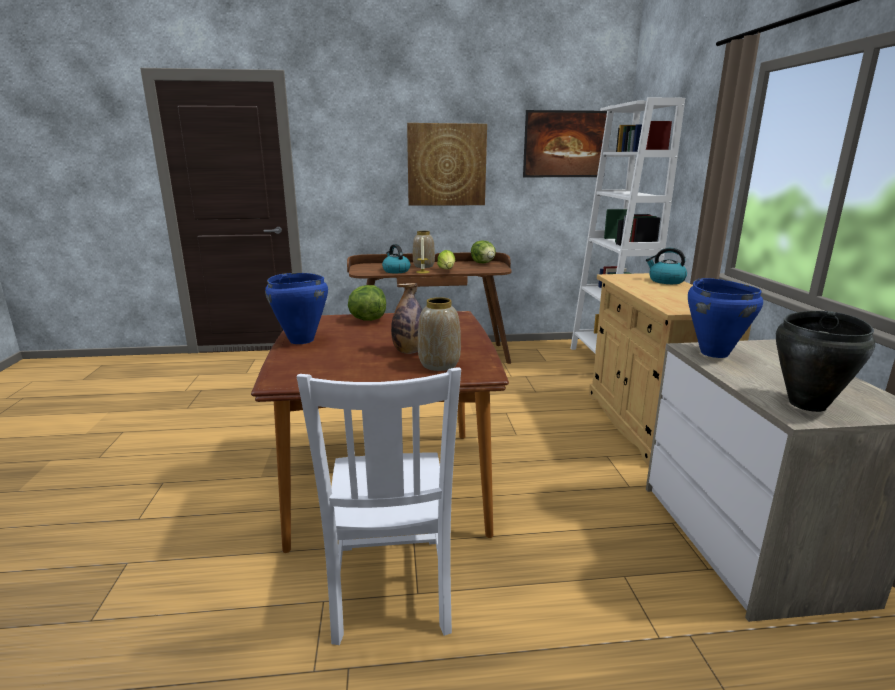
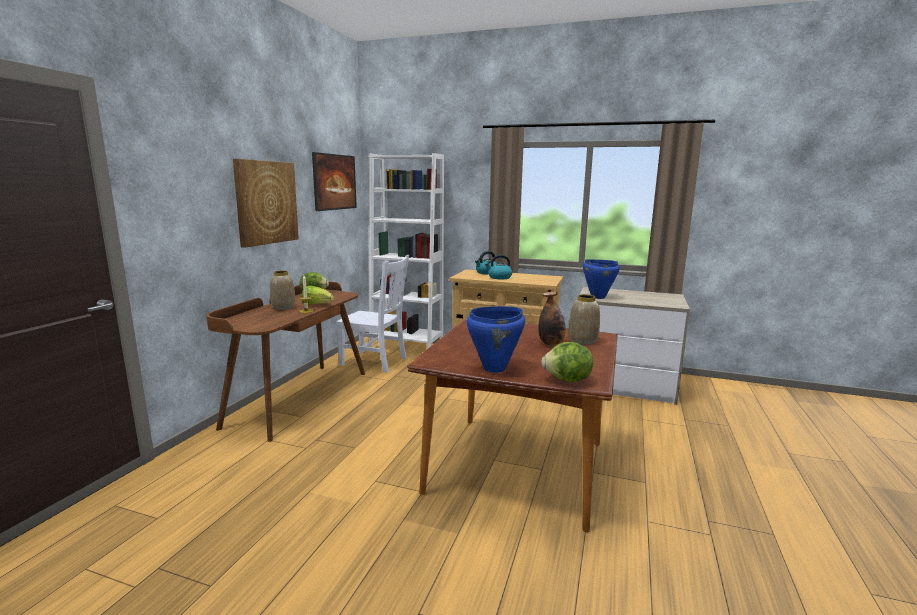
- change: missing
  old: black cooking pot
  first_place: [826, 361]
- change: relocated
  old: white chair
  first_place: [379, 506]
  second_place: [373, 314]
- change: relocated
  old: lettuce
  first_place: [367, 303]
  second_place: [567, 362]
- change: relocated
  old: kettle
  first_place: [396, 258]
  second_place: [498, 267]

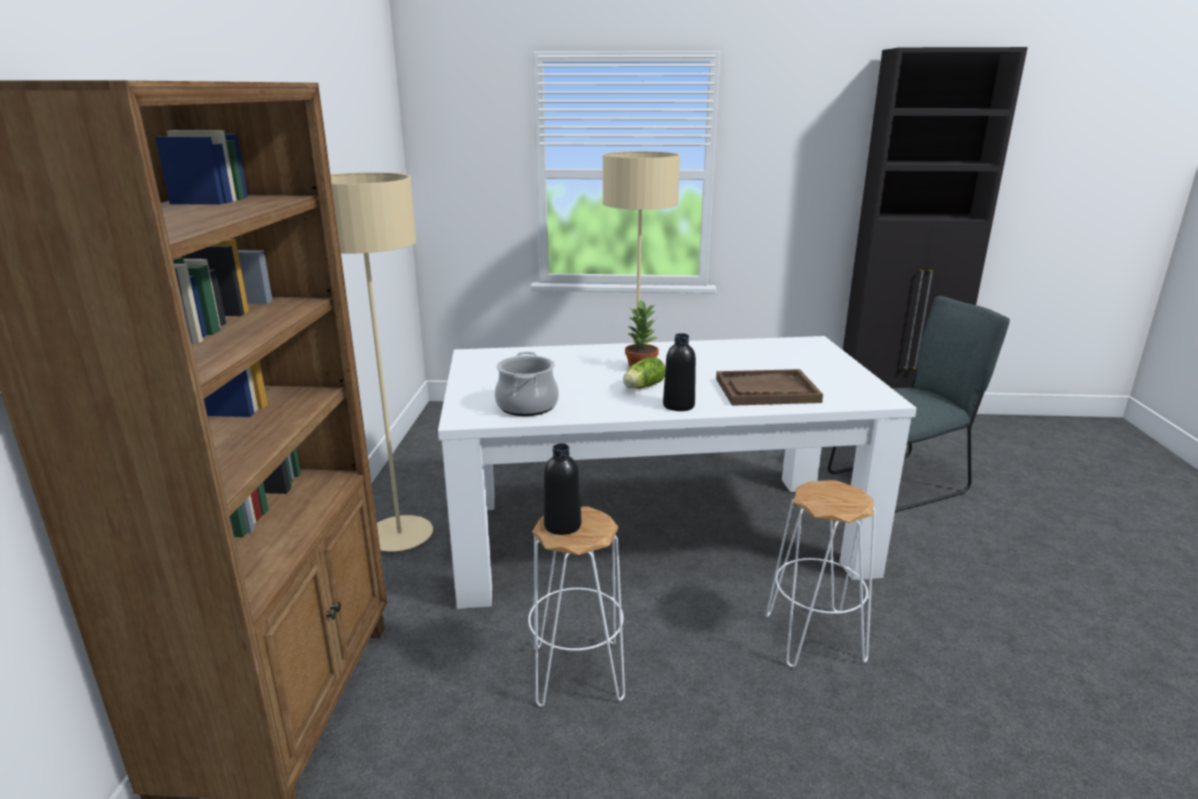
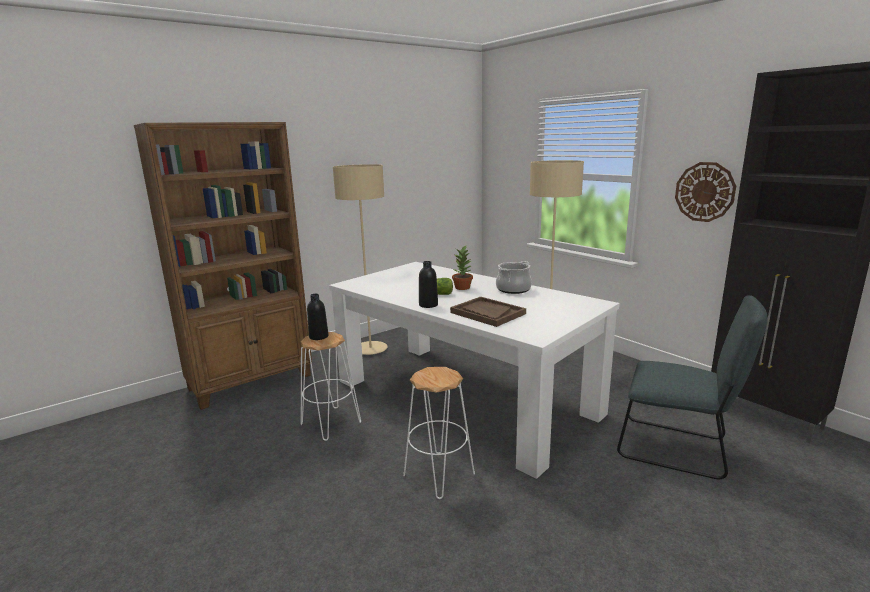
- change: appeared
  new: wall clock
  second_place: [705, 192]
- change: relocated
  old: cooking pot
  first_place: [526, 384]
  second_place: [514, 277]

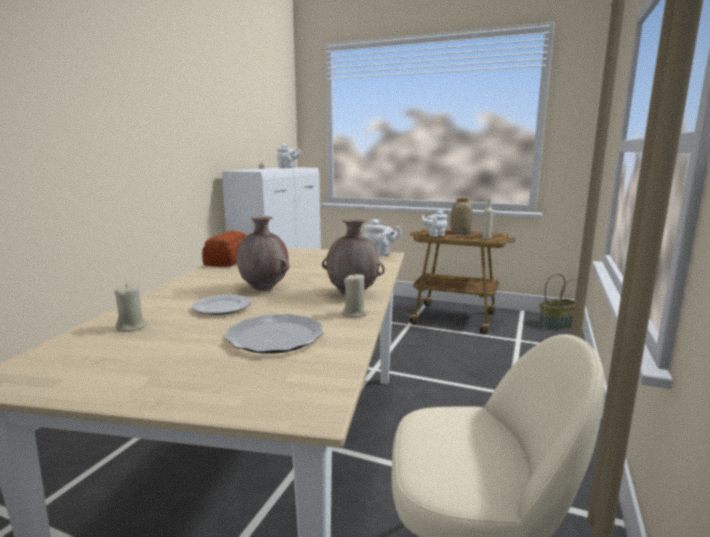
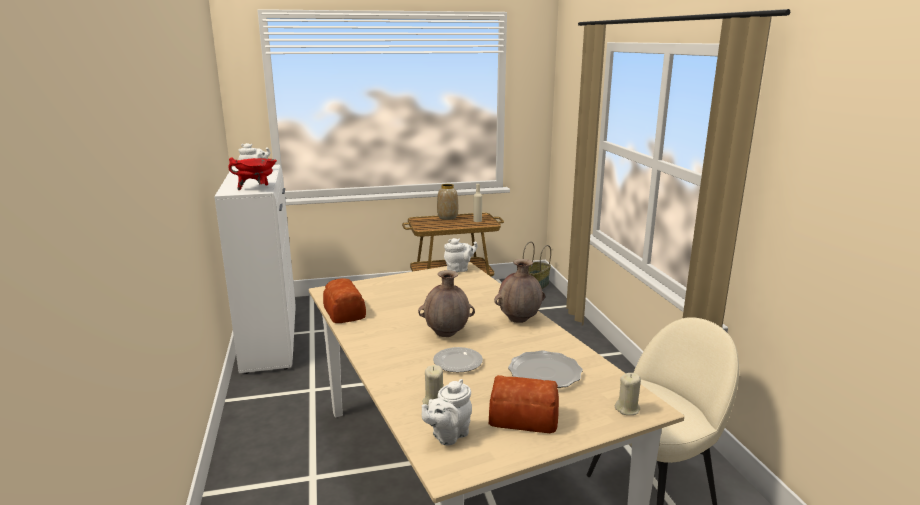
- change: appeared
  new: red cooking pot
  second_place: [252, 174]
- change: appeared
  new: bread
  second_place: [524, 404]
- change: relocated
  old: beige candle
  first_place: [355, 295]
  second_place: [628, 394]
- change: relocated
  old: white teapot
  first_place: [434, 223]
  second_place: [447, 412]

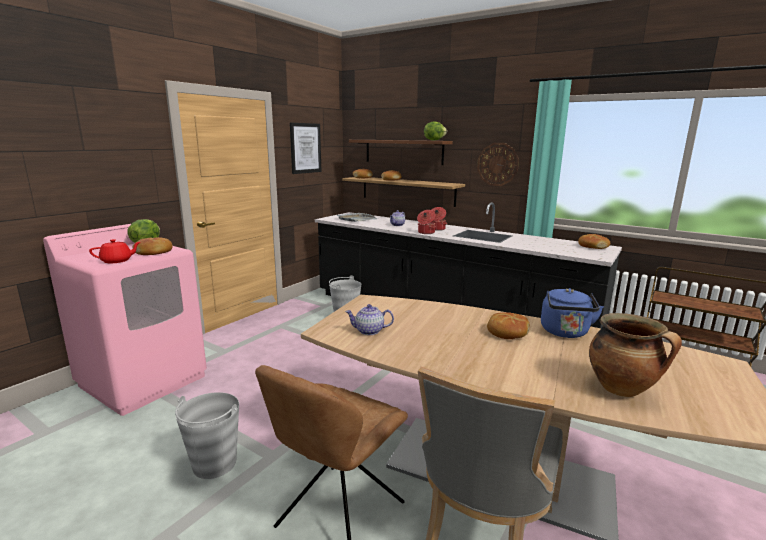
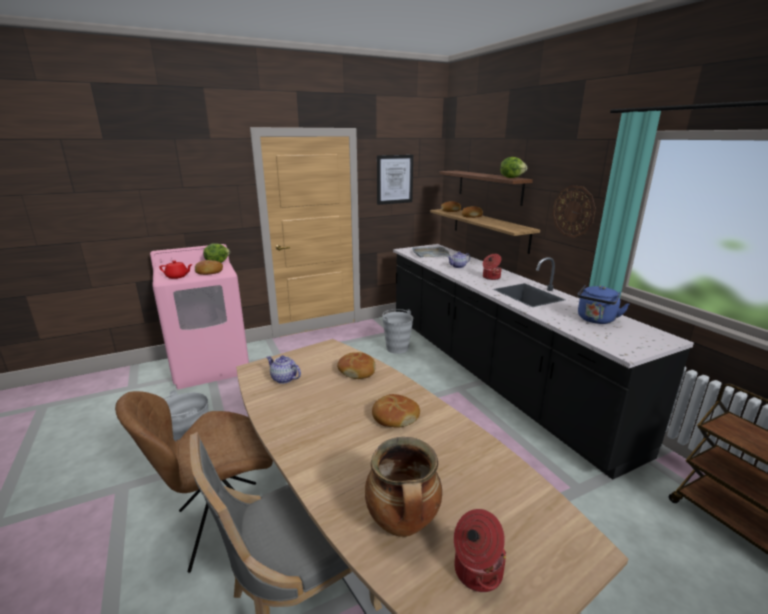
- change: relocated
  old: cooking pot
  first_place: [426, 222]
  second_place: [480, 550]
- change: relocated
  old: blue kettle
  first_place: [572, 313]
  second_place: [603, 304]
- change: relocated
  old: bread
  first_place: [594, 241]
  second_place: [356, 365]

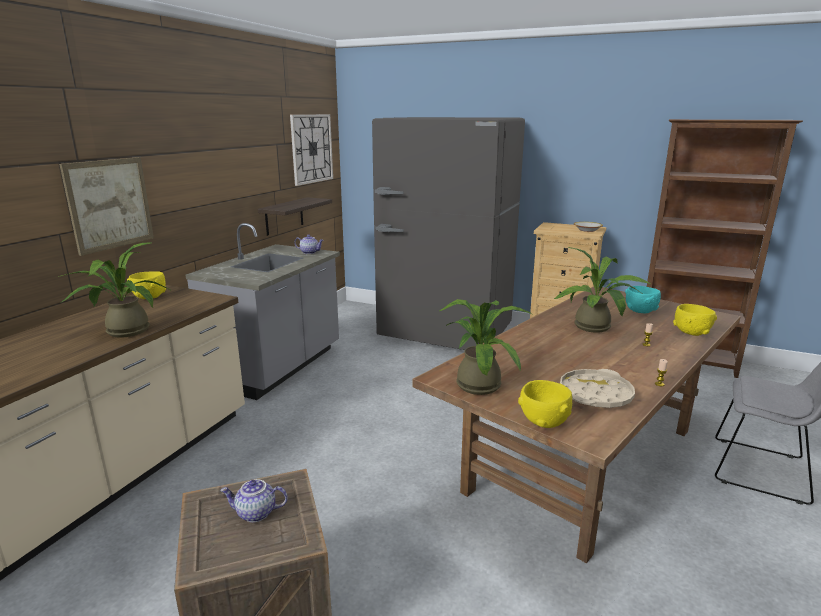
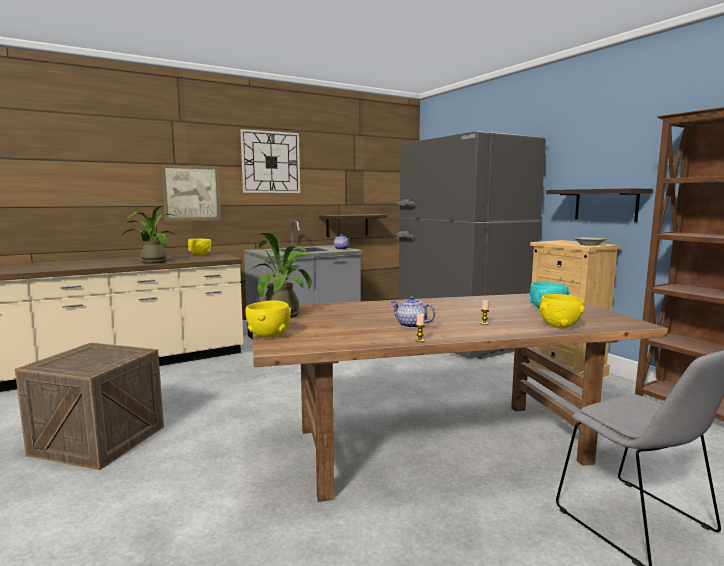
- change: missing
  old: potted plant
  first_place: [602, 290]
- change: missing
  old: beige tray
  first_place: [597, 388]
- change: appeared
  new: shelf
  second_place: [599, 205]
- change: relocated
  old: teapot
  first_place: [254, 500]
  second_place: [412, 312]
- change: relocated
  old: wall clock
  first_place: [311, 150]
  second_place: [270, 161]

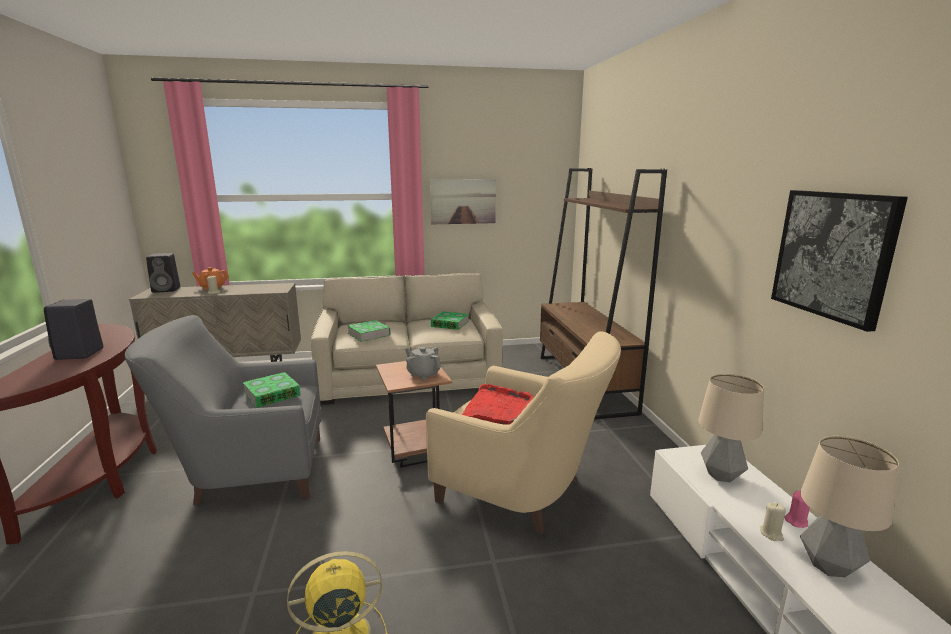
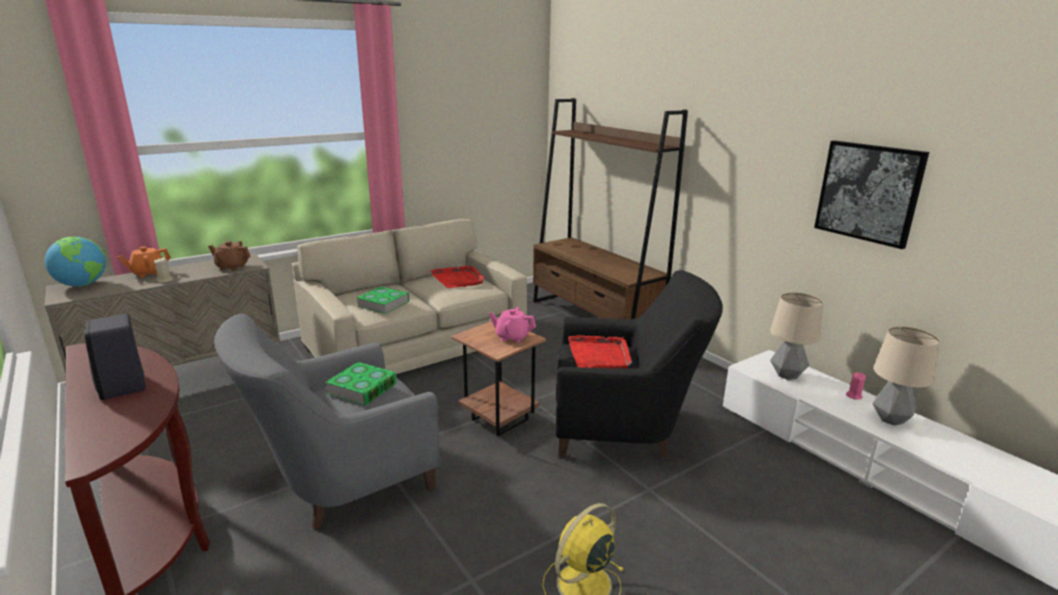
- change: missing
  old: picture
  first_place: [463, 201]
- change: missing
  old: beige candle
  first_place: [773, 521]
- change: appeared
  new: brown teapot
  second_place: [229, 256]
- change: exchanged
  old: black speaker
  new: globe
  first_place: [163, 273]
  second_place: [75, 262]
- change: exchanged
  old: book
  new: red tray
  first_place: [450, 320]
  second_place: [458, 276]
- change: colour
  old: grey teapot
  new: pink teapot
  first_place: [423, 363]
  second_place: [512, 325]
- change: colour
  old: beige armchair
  new: black armchair
  first_place: [523, 433]
  second_place: [639, 364]

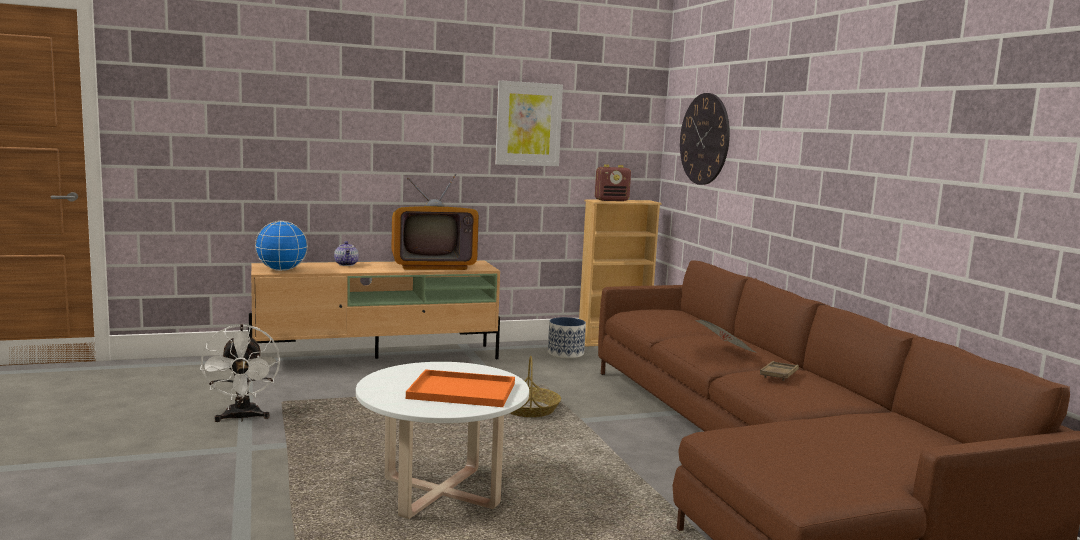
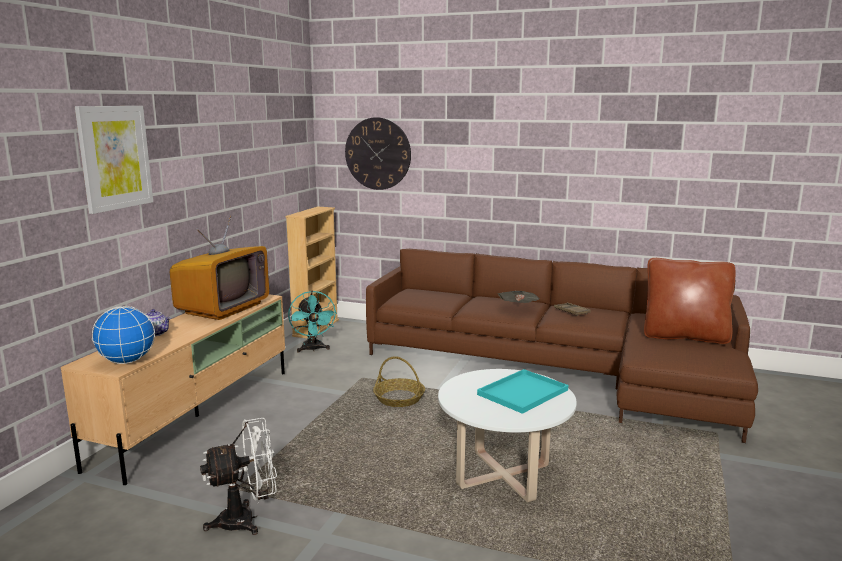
- change: missing
  old: radio
  first_place: [613, 182]
- change: appeared
  new: brown pillow
  second_place: [689, 301]
- change: relocated
  old: picture
  first_place: [529, 123]
  second_place: [114, 160]
- change: exchanged
  old: planter
  new: turquoise fan
  first_place: [567, 337]
  second_place: [312, 322]
- change: colour
  old: orange tray
  new: turquoise tray
  first_place: [460, 388]
  second_place: [522, 391]
- change: spun
  old: white fan
  first_place: [240, 373]
  second_place: [238, 476]
  degrees: -45

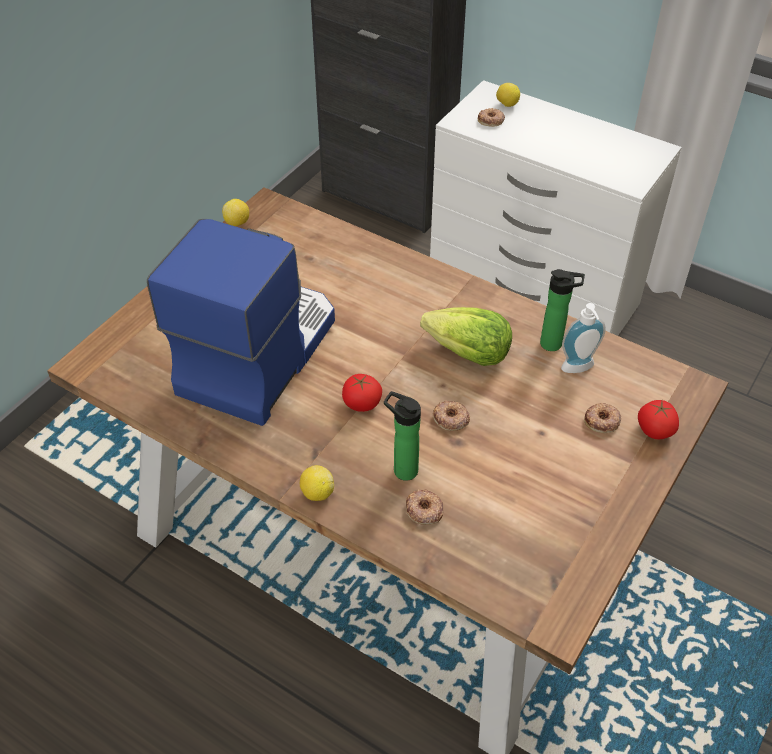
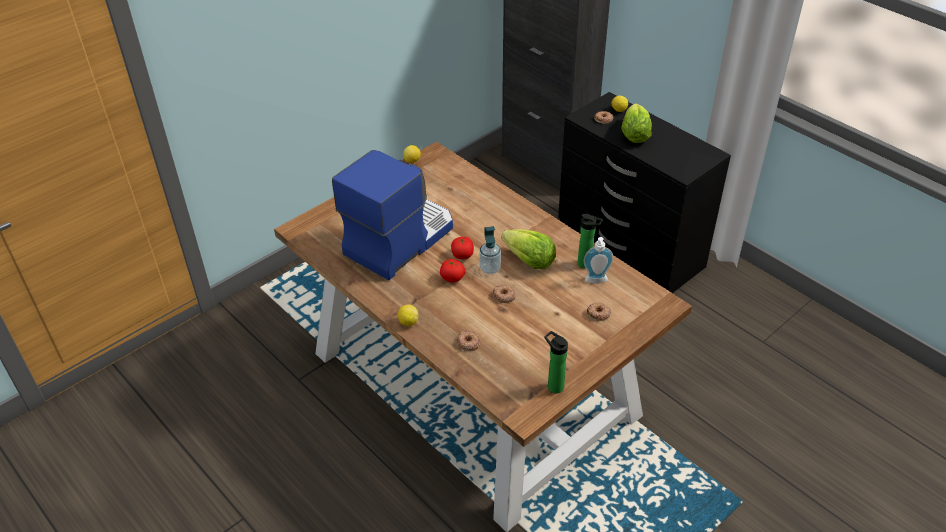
- change: appeared
  new: soap dispenser
  second_place: [490, 250]
- change: appeared
  new: lettuce
  second_place: [637, 123]
- change: relocated
  old: bottle
  first_place: [402, 436]
  second_place: [556, 362]
- change: relocated
  old: tomato
  first_place: [658, 419]
  second_place: [462, 248]
- change: colour
  old: white dresser
  new: black dresser
  first_place: [556, 208]
  second_place: [644, 192]

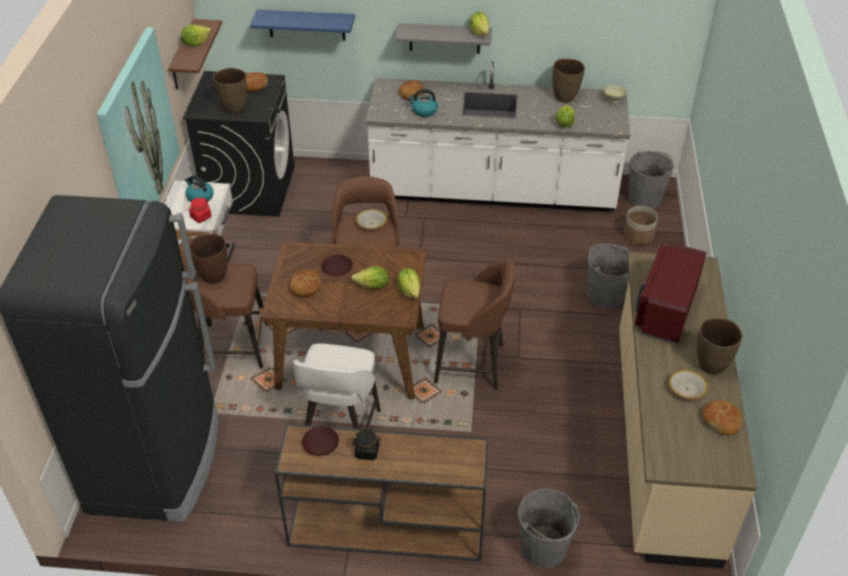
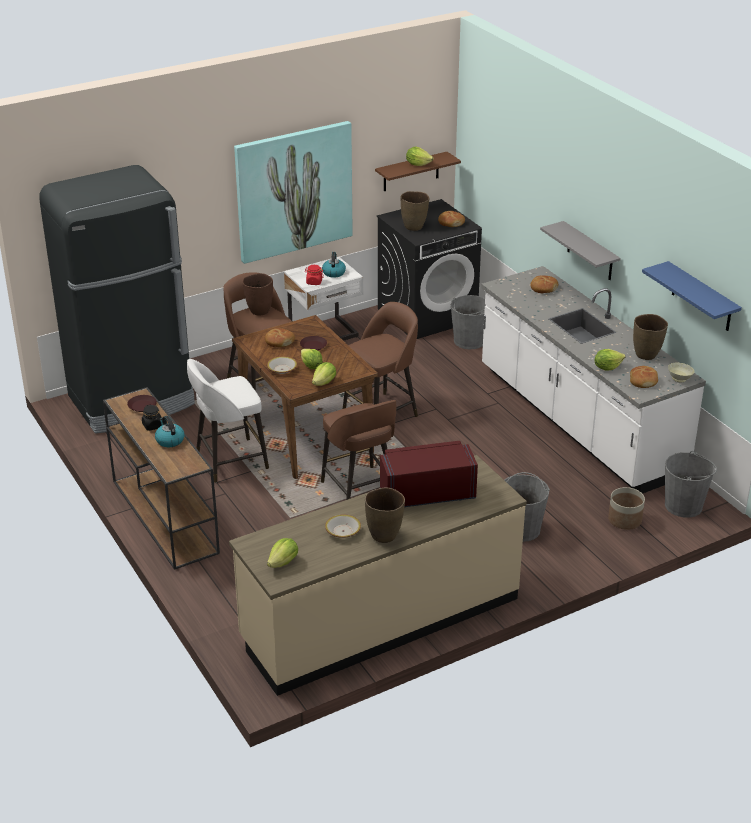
- change: relocated
  old: blue shelf
  first_place: [302, 25]
  second_place: [692, 296]
- change: relocated
  old: bowl
  first_place: [371, 219]
  second_place: [282, 365]
- change: relocated
  old: kettle
  first_place: [423, 103]
  second_place: [169, 431]
- change: relocated
  old: lettuce
  first_place: [479, 24]
  second_place: [282, 553]
- change: relocated
  old: grey bucket
  first_place: [549, 529]
  second_place: [468, 322]
- change: relocated
  old: bread
  first_place: [722, 417]
  second_place: [644, 377]

